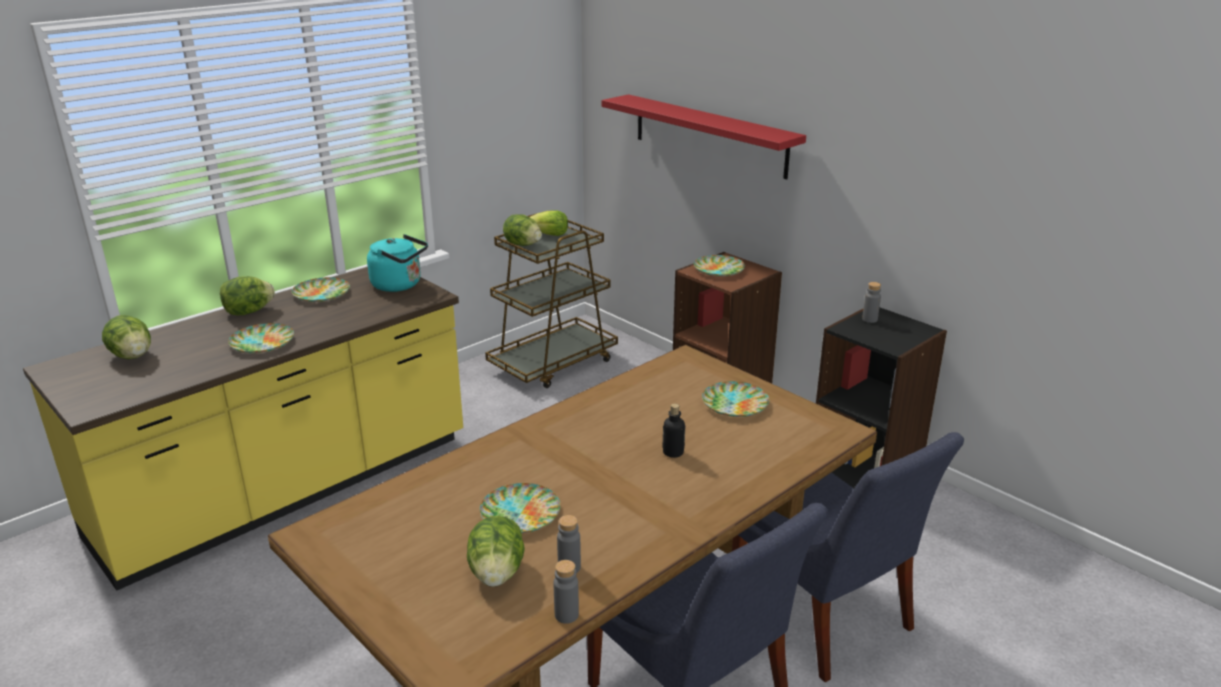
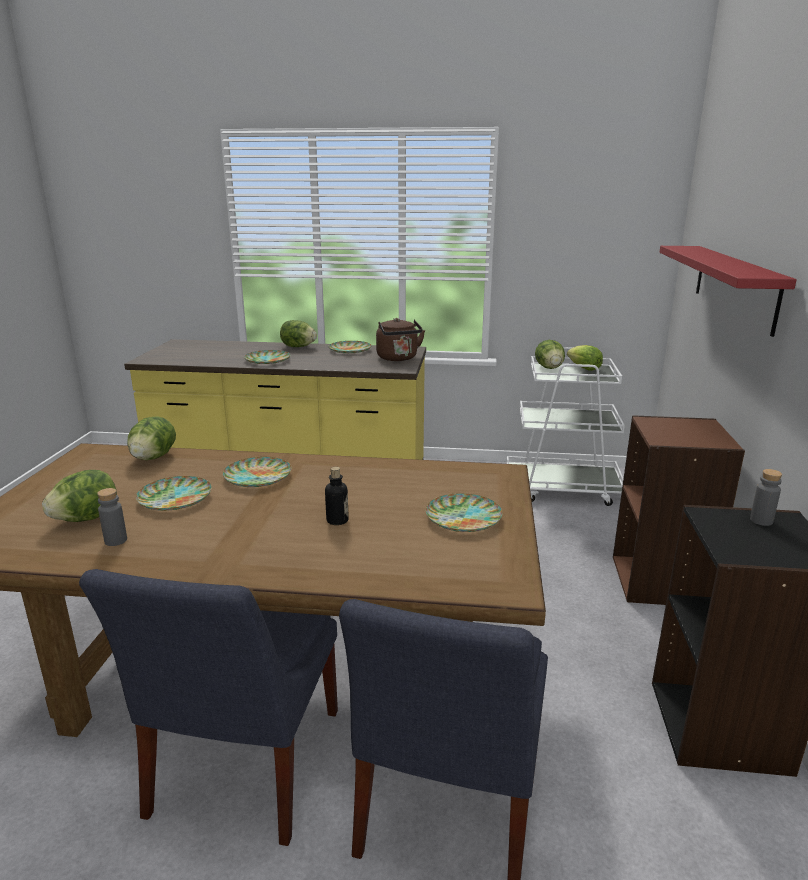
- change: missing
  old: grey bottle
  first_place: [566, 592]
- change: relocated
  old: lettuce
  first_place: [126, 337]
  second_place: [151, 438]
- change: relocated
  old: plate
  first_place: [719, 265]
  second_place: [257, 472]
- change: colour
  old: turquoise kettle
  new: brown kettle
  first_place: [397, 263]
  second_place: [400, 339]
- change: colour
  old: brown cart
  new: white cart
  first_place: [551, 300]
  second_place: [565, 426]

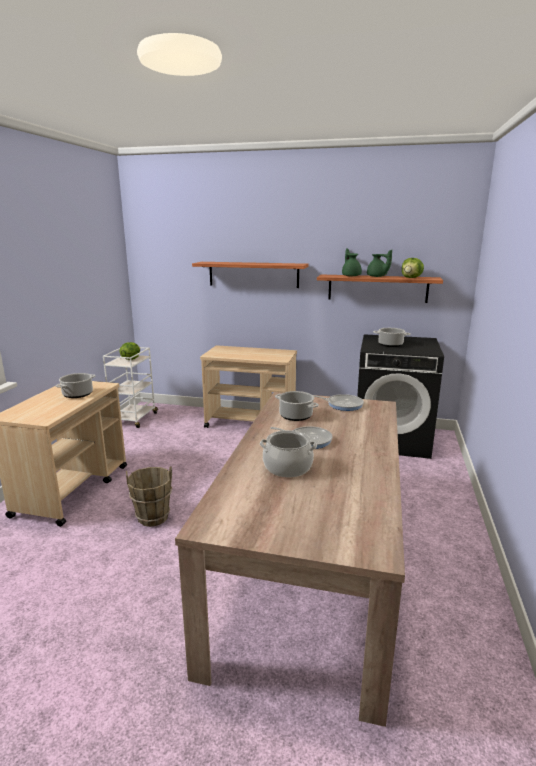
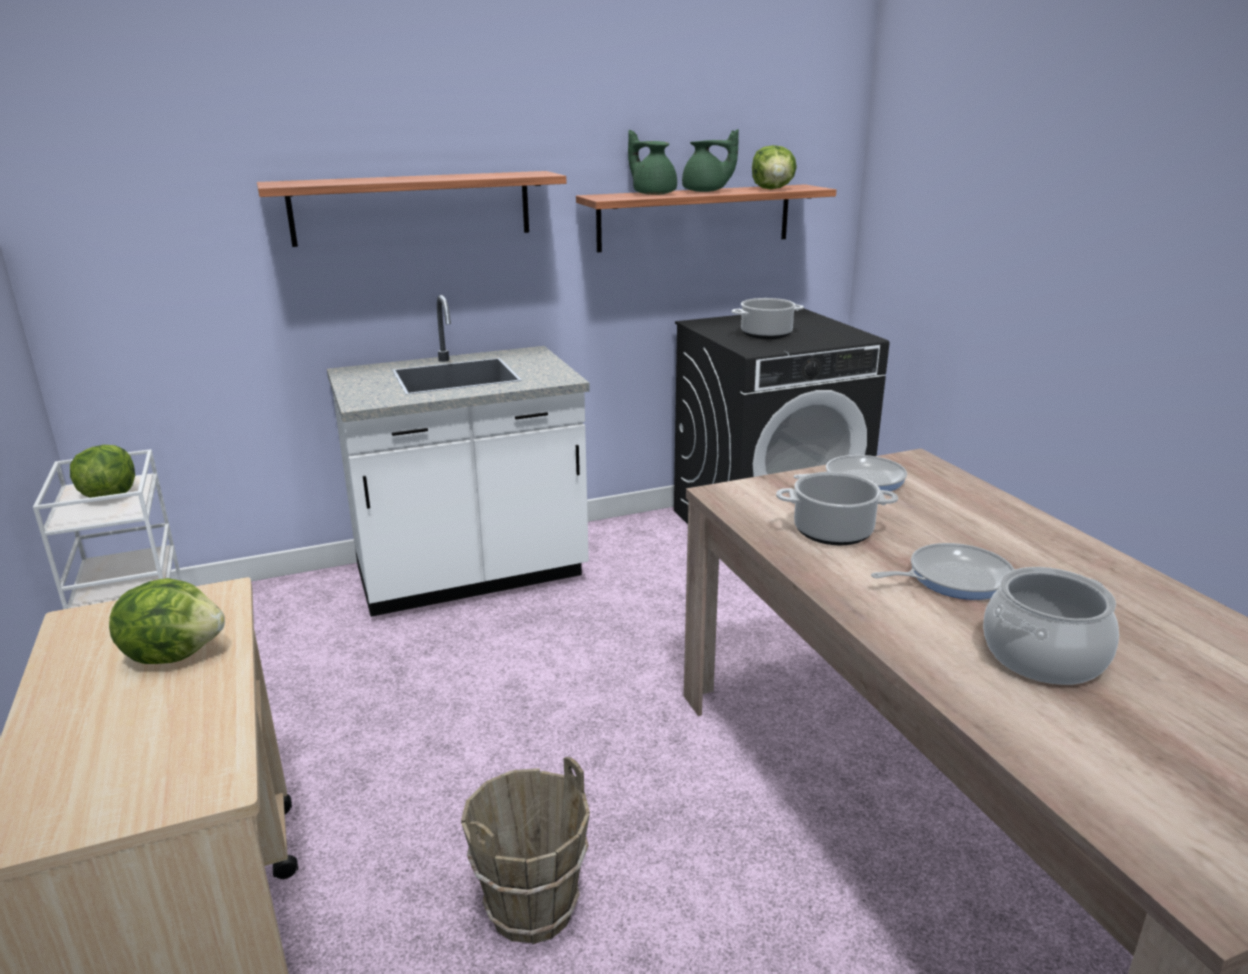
- change: exchanged
  old: cooking pot
  new: lettuce
  first_place: [75, 385]
  second_place: [167, 621]
- change: exchanged
  old: beige cart
  new: white counter
  first_place: [248, 386]
  second_place: [458, 456]

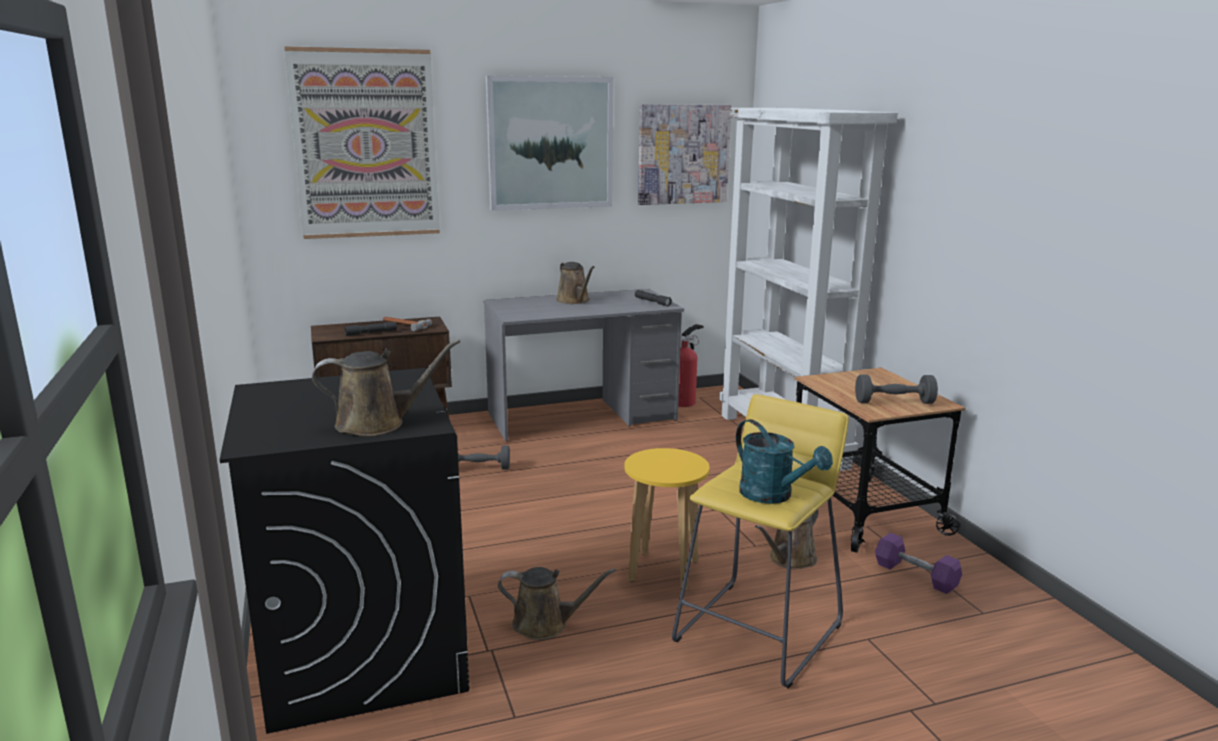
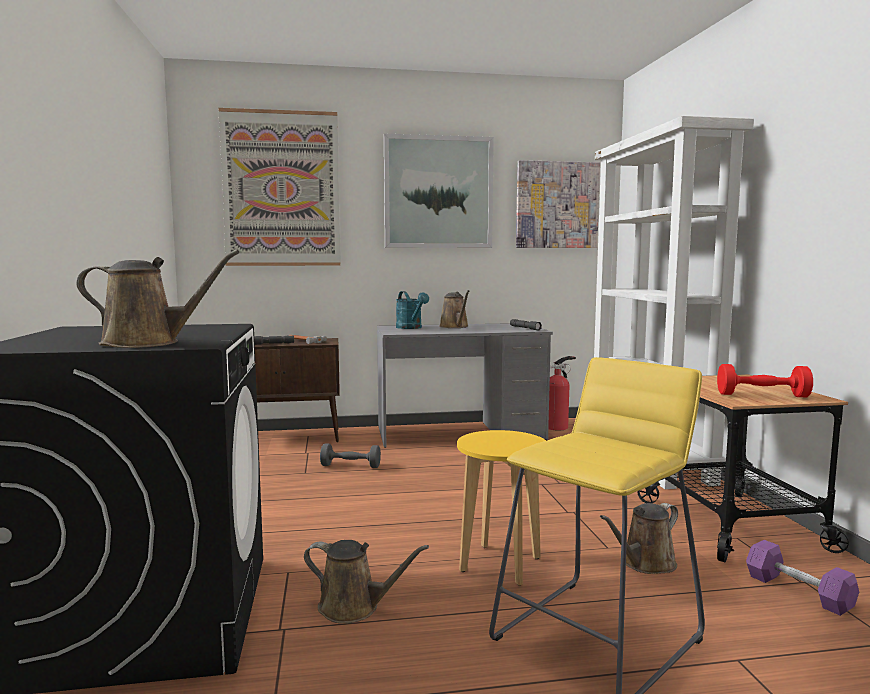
- change: relocated
  old: turquoise watering can
  first_place: [784, 461]
  second_place: [412, 310]
- change: colour
  old: grey dumbbell
  new: red dumbbell
  first_place: [896, 389]
  second_place: [765, 380]

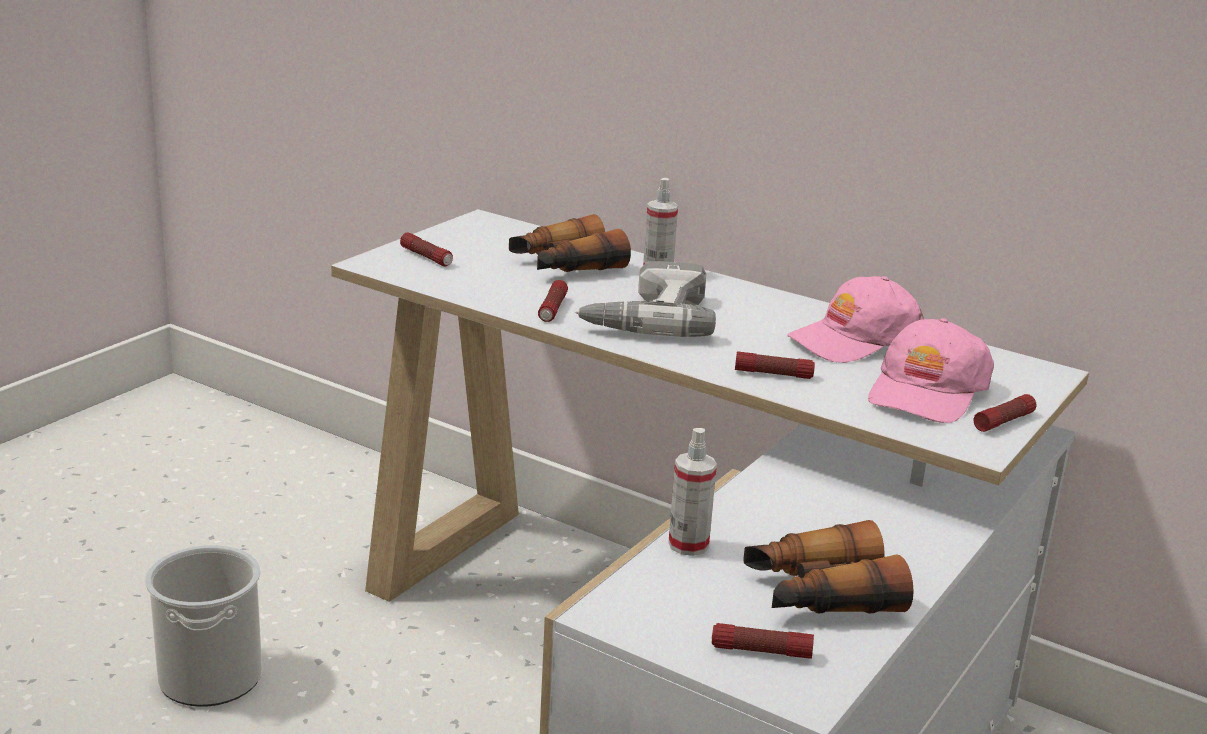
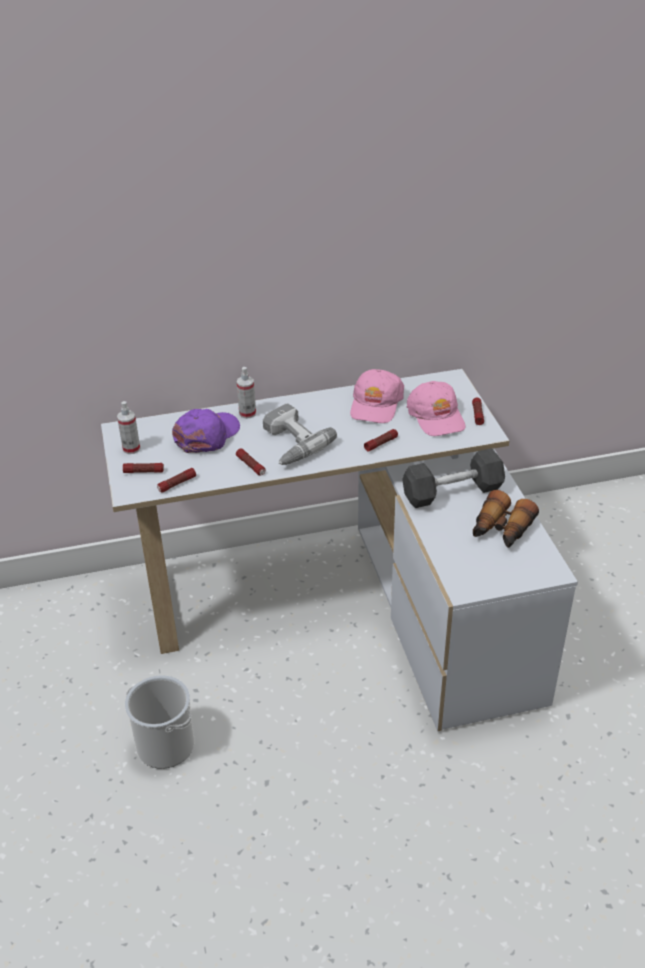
- change: appeared
  new: grey dumbbell
  second_place: [453, 478]
- change: relocated
  old: spray bottle
  first_place: [692, 492]
  second_place: [128, 427]
- change: relocated
  old: flashlight
  first_place: [763, 641]
  second_place: [176, 480]
- change: exchanged
  old: binoculars
  new: purple cap
  first_place: [570, 243]
  second_place: [206, 431]

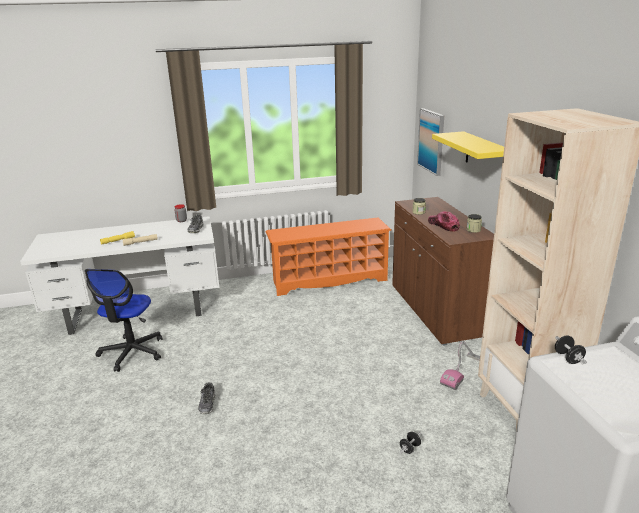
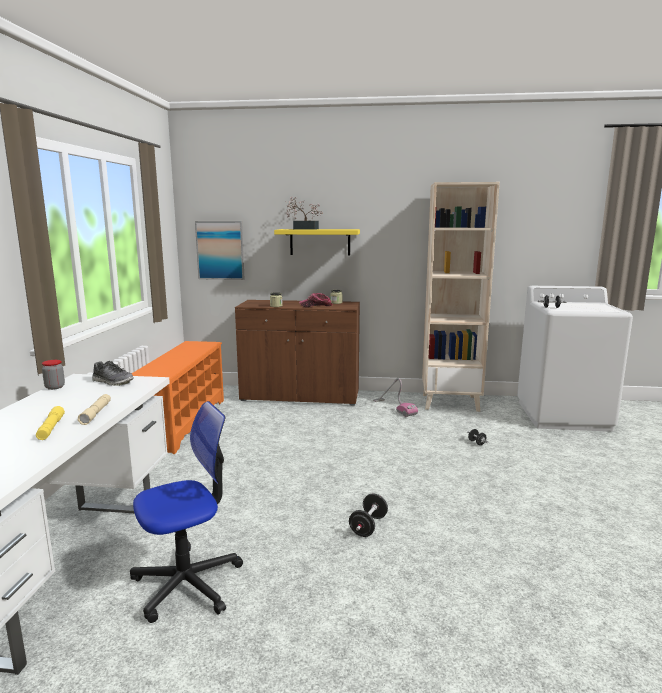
- change: appeared
  new: potted plant
  second_place: [304, 213]
- change: exchanged
  old: shoe
  new: black dumbbell
  first_place: [207, 398]
  second_place: [368, 515]
- change: spun
  old: office chair
  first_place: [124, 320]
  second_place: [186, 512]
  degrees: -60

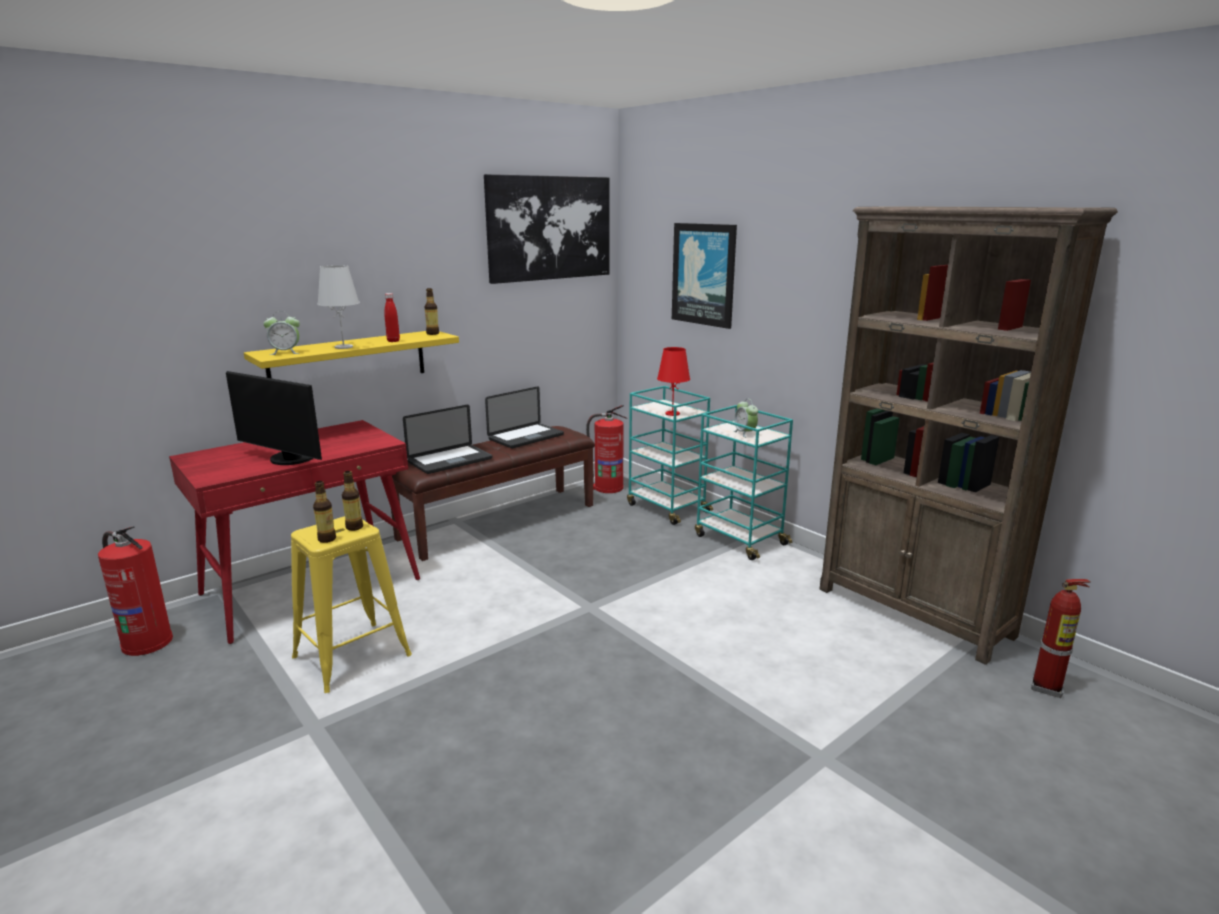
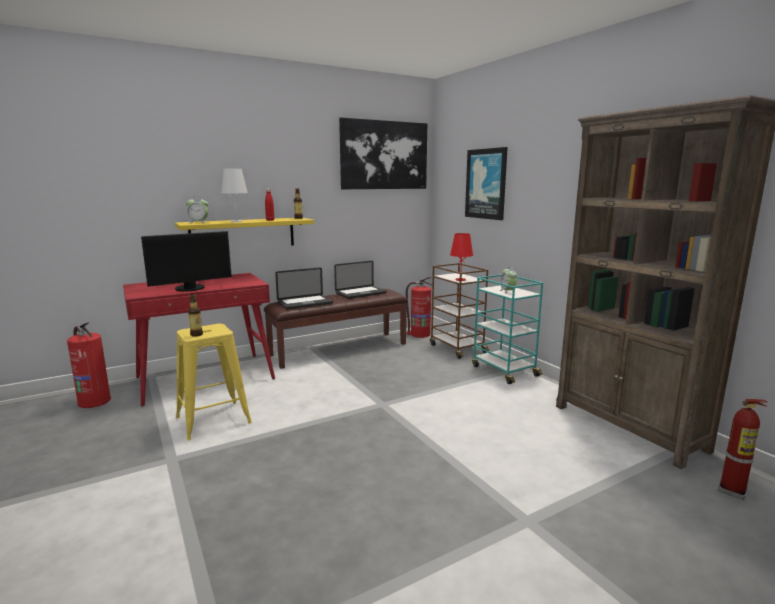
- change: missing
  old: bottle
  first_place: [352, 501]
- change: colour
  old: turquoise cart
  new: brown cart
  first_place: [670, 455]
  second_place: [459, 311]
- change: spun
  old: monitor
  first_place: [274, 418]
  second_place: [186, 261]
  degrees: -75

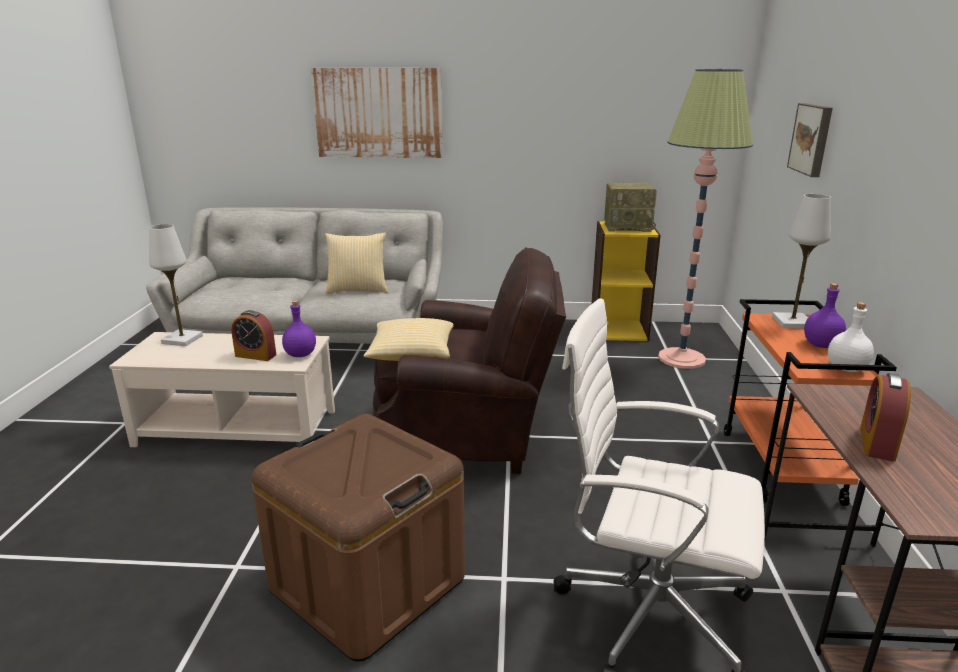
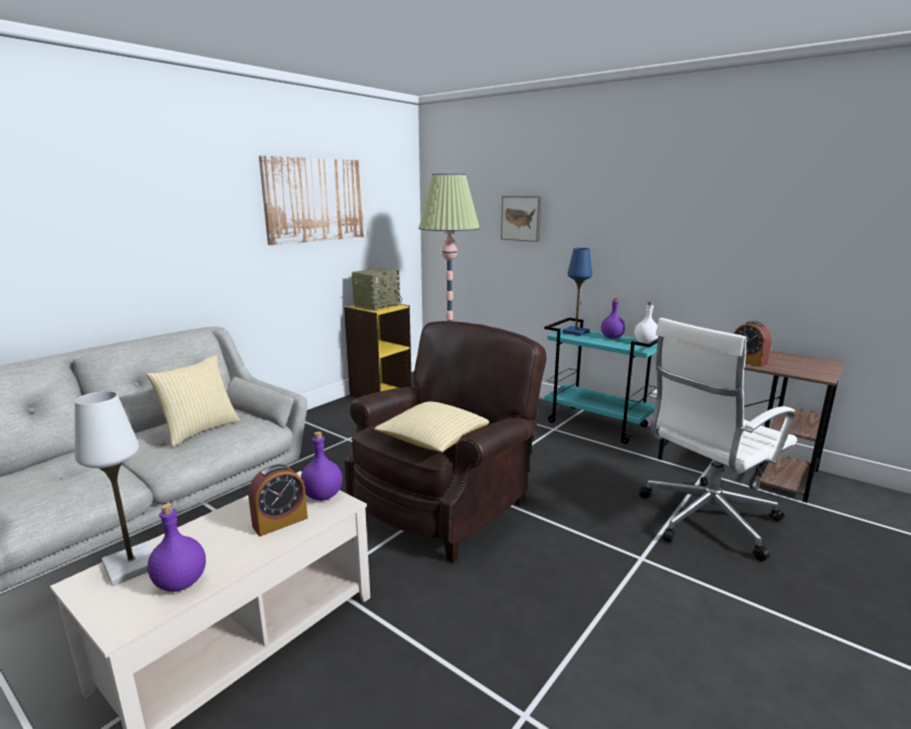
- change: missing
  old: brown storage box
  first_place: [358, 538]
- change: appeared
  new: purple bottle
  second_place: [176, 547]
- change: relocated
  old: picture
  first_place: [377, 113]
  second_place: [312, 200]
- change: colour
  old: orange cart
  new: turquoise cart
  first_place: [810, 402]
  second_place: [601, 381]
- change: colour
  old: white table lamp
  new: blue table lamp
  first_place: [801, 261]
  second_place: [577, 292]

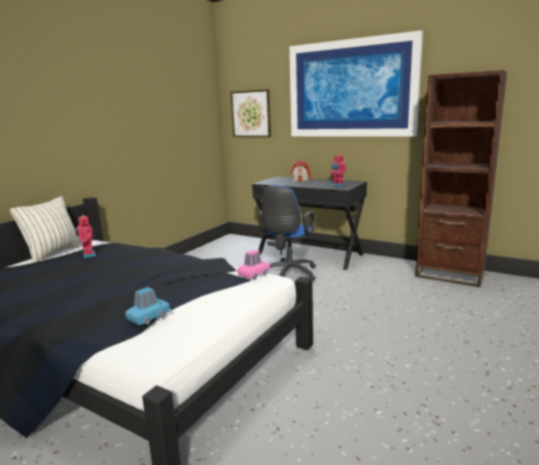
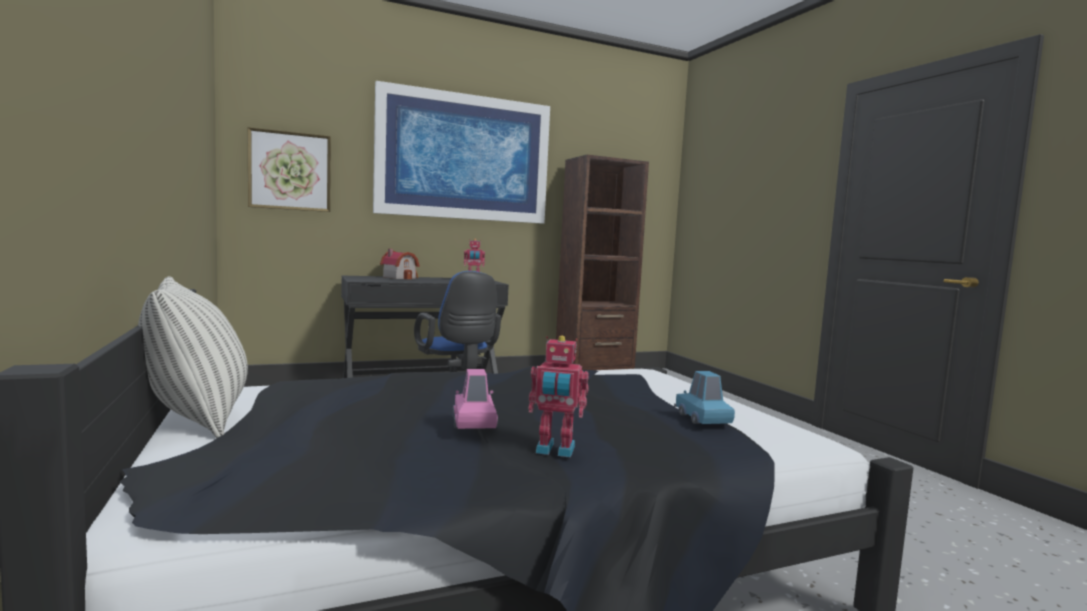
- change: relocated
  old: toy robot
  first_place: [85, 236]
  second_place: [558, 396]
- change: relocated
  old: pink toy car
  first_place: [254, 264]
  second_place: [475, 399]

